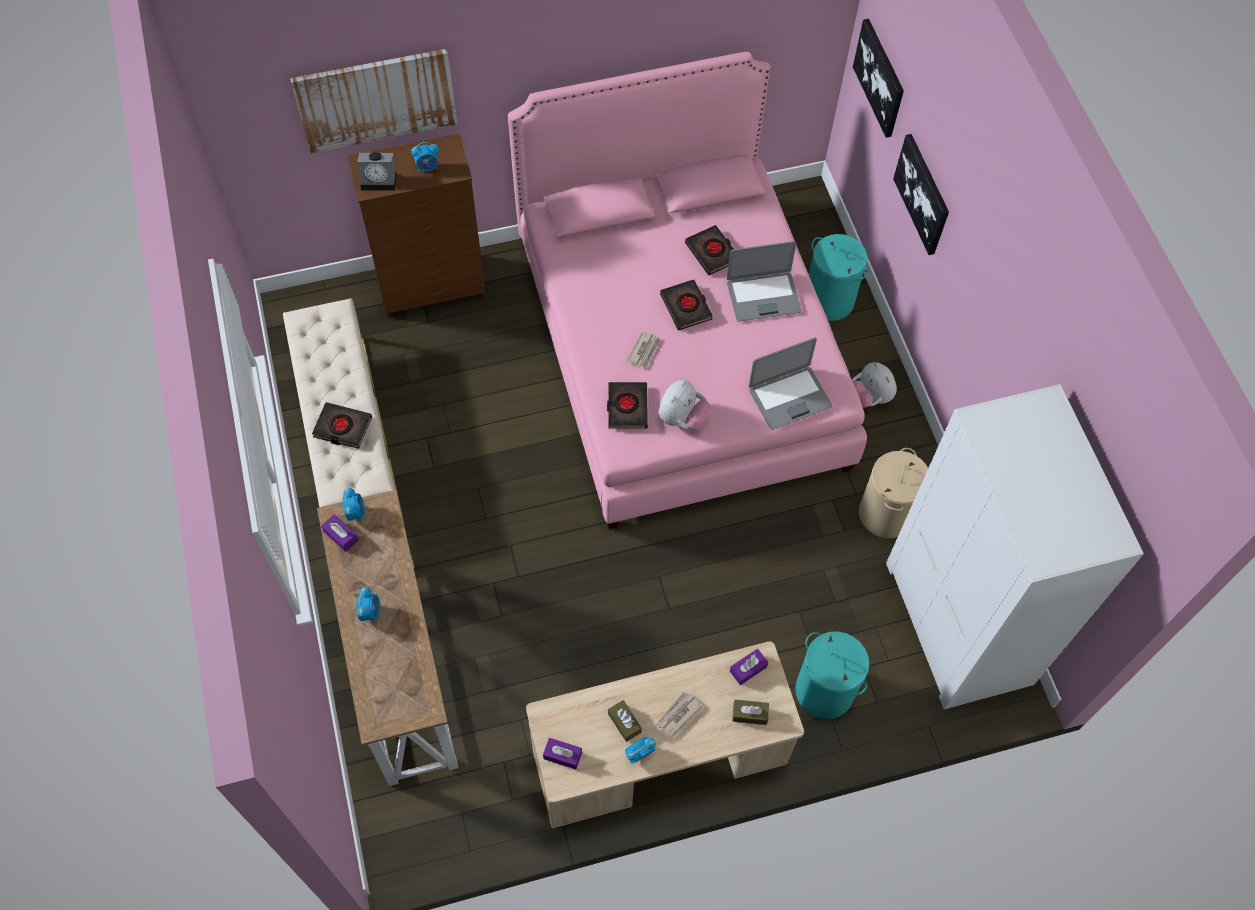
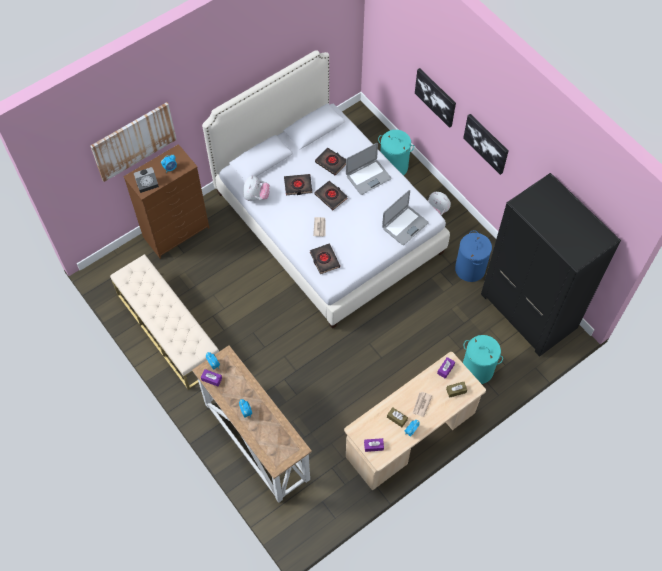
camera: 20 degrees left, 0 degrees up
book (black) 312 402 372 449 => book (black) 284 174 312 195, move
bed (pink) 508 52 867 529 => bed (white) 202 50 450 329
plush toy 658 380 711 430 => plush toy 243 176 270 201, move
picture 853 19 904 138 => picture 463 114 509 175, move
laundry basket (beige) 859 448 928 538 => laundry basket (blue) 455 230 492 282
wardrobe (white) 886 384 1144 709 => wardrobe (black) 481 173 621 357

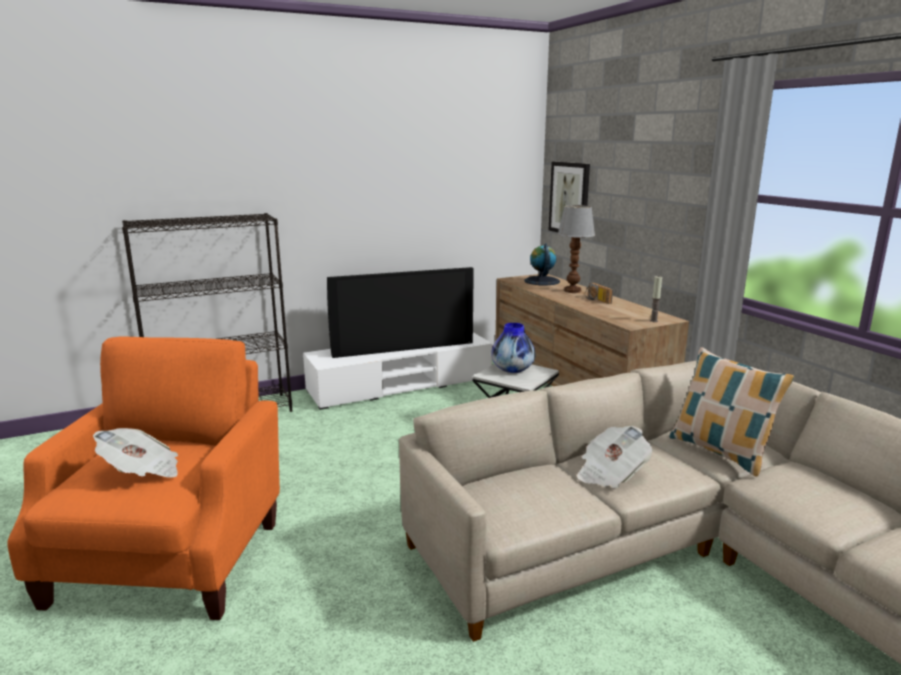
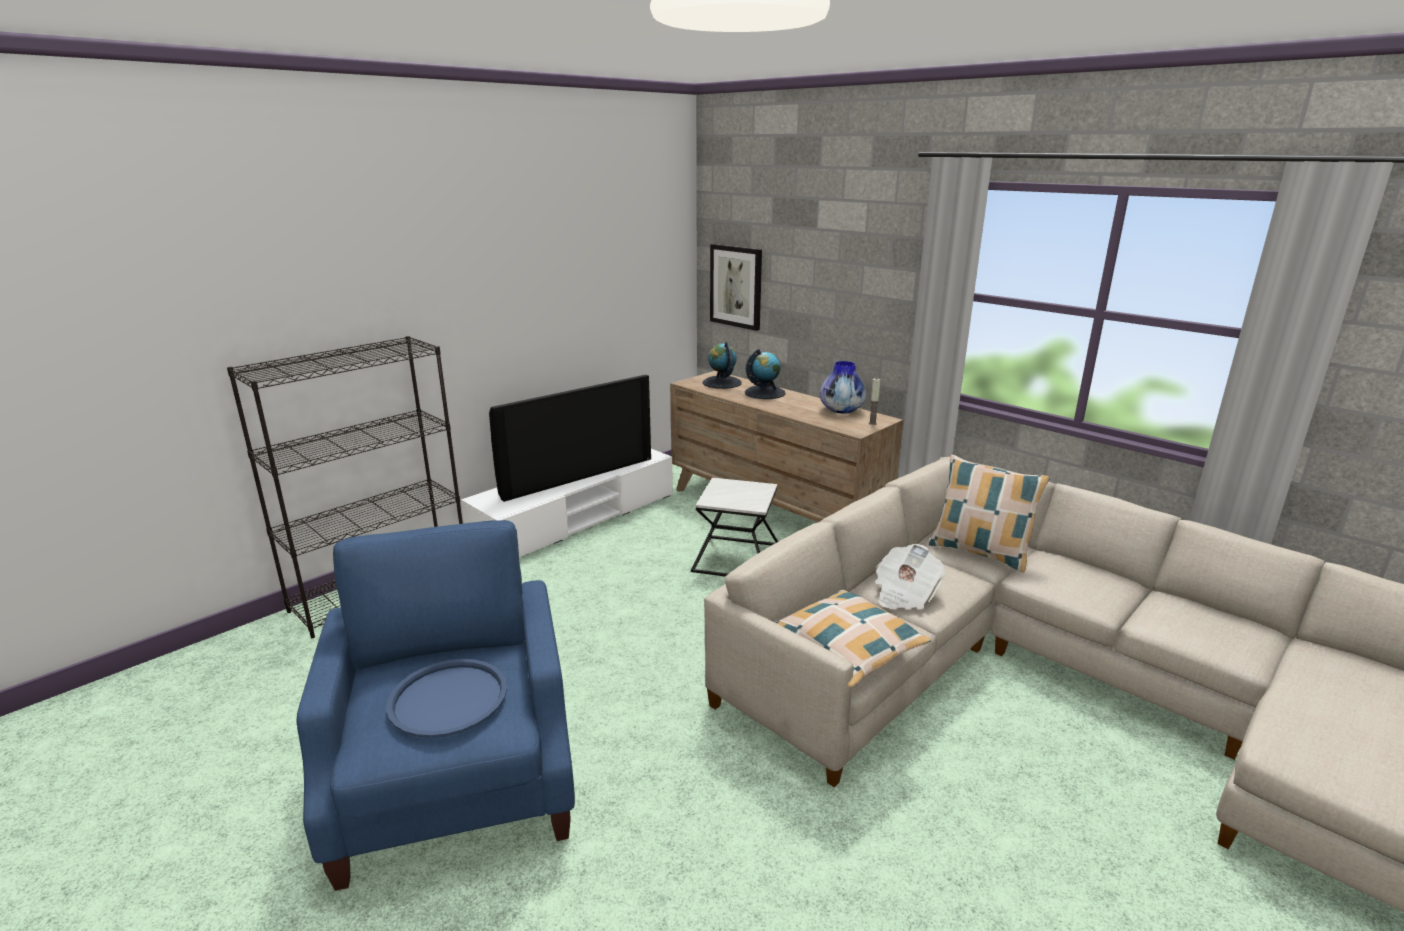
camera: 20 degrees left, 5 degrees up
armchair (orange) 8 337 280 620 => armchair (blue) 296 520 575 891
newspaper 93 428 178 478 => tray (blue) 386 659 507 738
vase 491 323 535 373 => vase 820 361 866 414, move
table lamp 557 205 595 293 => globe 745 349 785 399
radio 585 283 613 304 => nothing
nothing => pillow 775 590 931 687

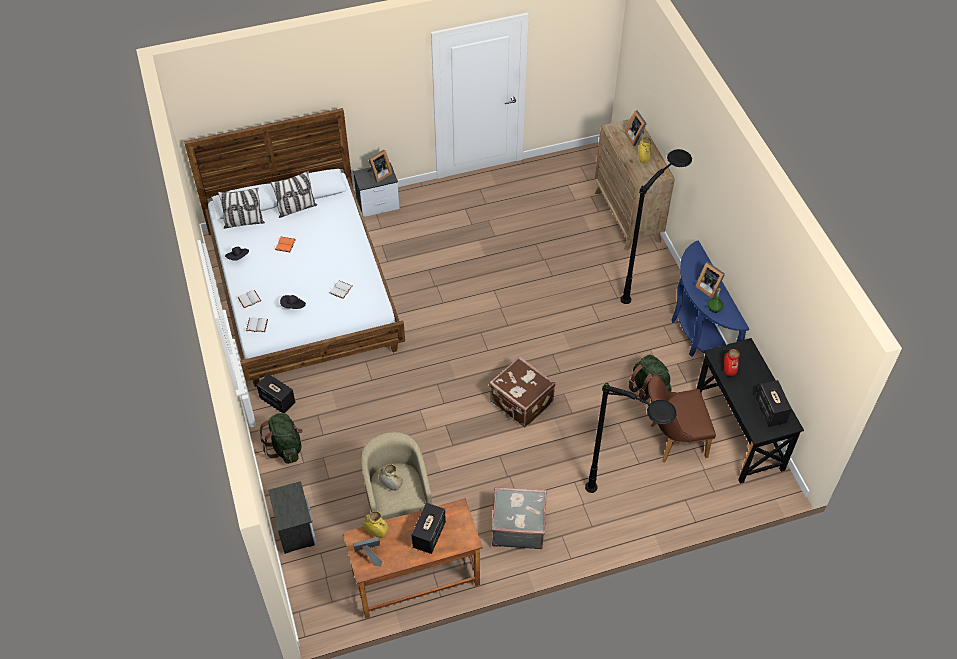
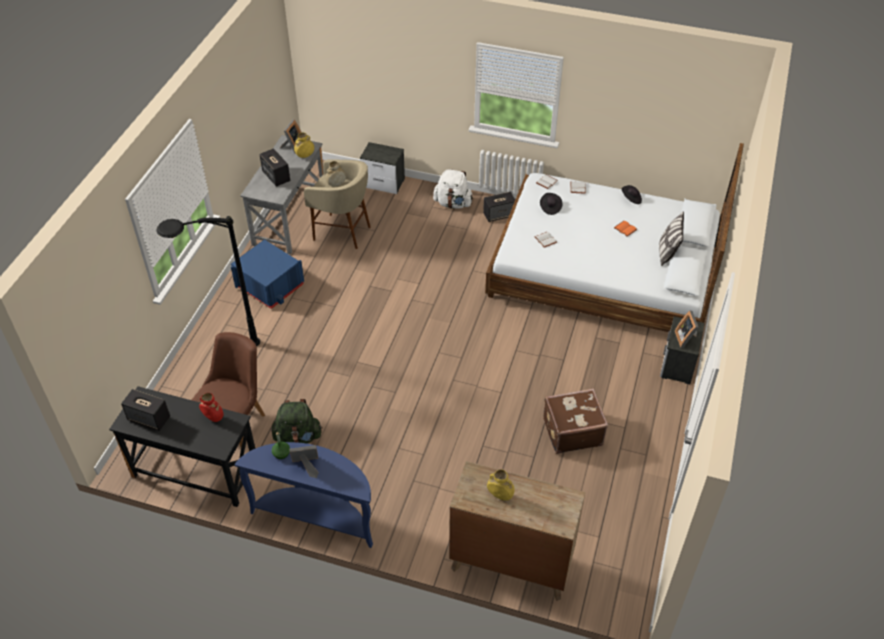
camera: 125 degrees right, 5 degrees down
pillow 218 188 265 229 => nothing
backpack (green) 259 413 303 464 => backpack (white) 433 169 473 209
desk (brown) 343 498 483 618 => desk (grey) 240 135 324 254
suitcase (brown) 489 356 555 427 => suitcase (brown) 543 388 608 454, move
suitcase (grey) 492 487 547 549 => storage box (blue) 231 239 304 309
floor lamp (black) 620 149 692 304 => nothing
picture frame 624 111 647 146 => nothing

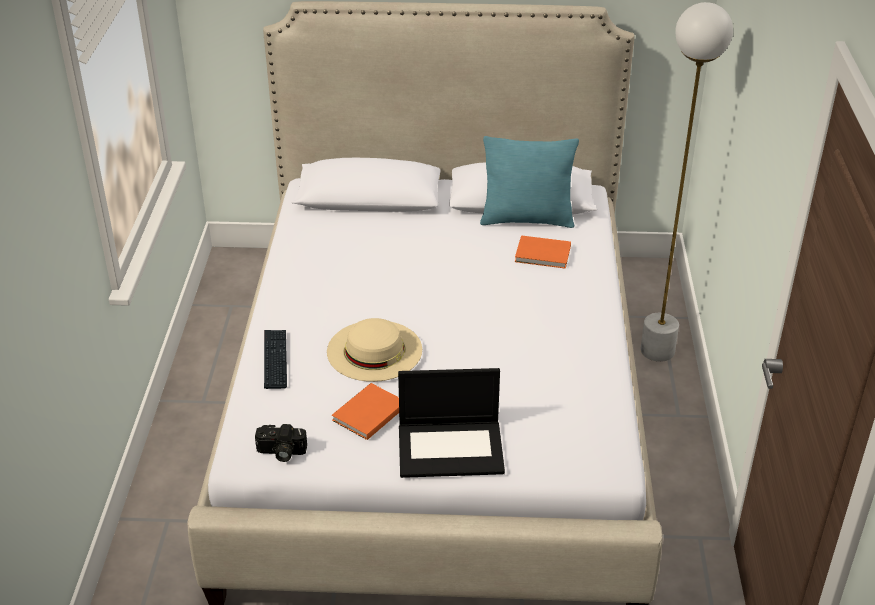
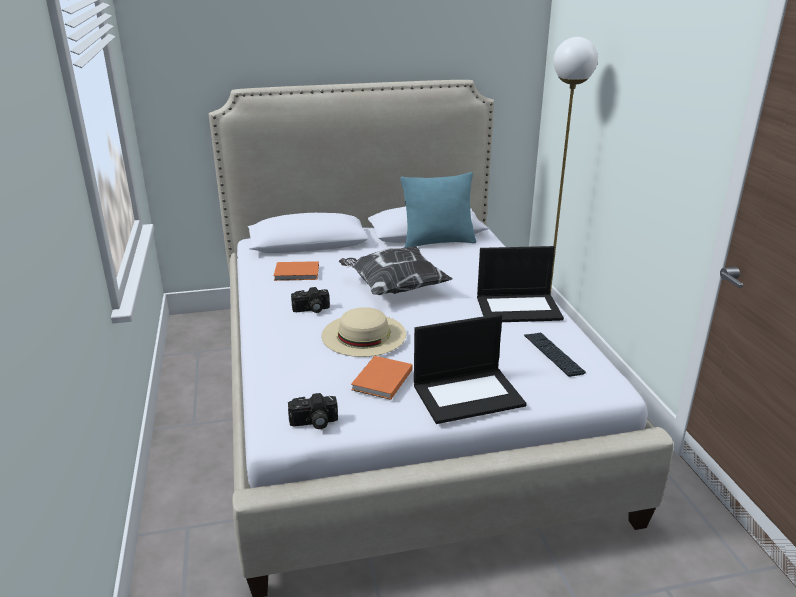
camera: 15 degrees left, 10 degrees down
keyboard 264 330 287 389 => keyboard 524 332 586 377, move
book (orange) 515 235 571 269 => book (orange) 274 261 319 281, move
nothing => photo camera 291 287 330 313
nothing => pillow 339 247 453 295
nothing => laptop 477 246 564 322

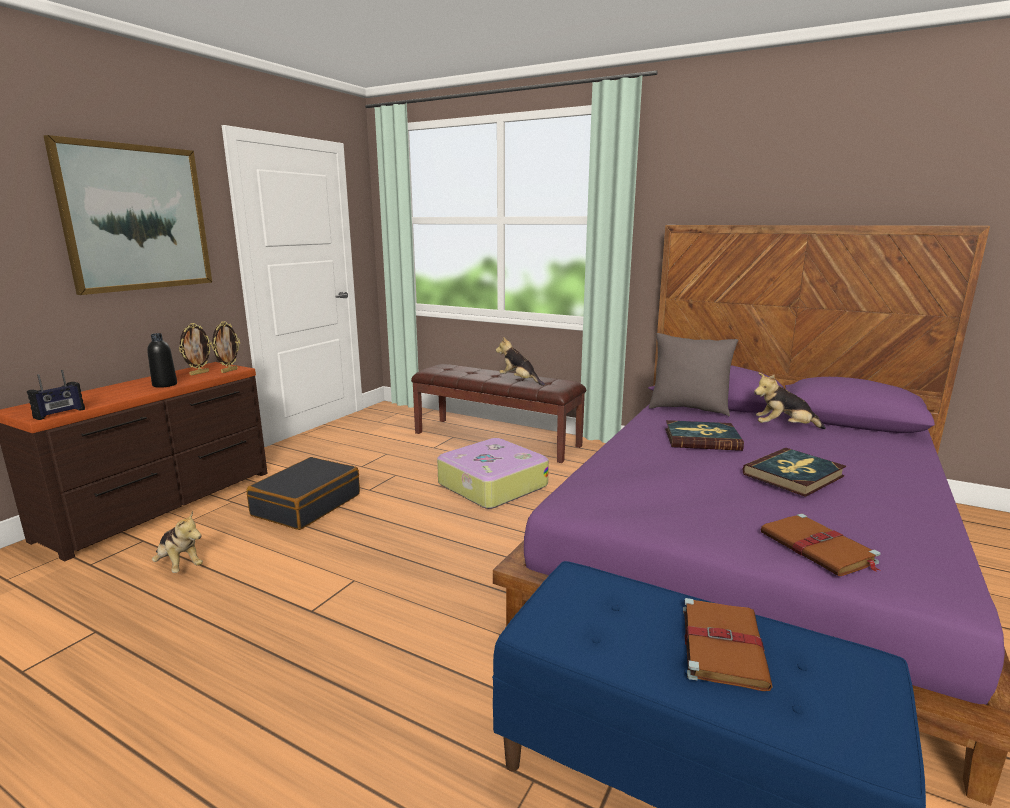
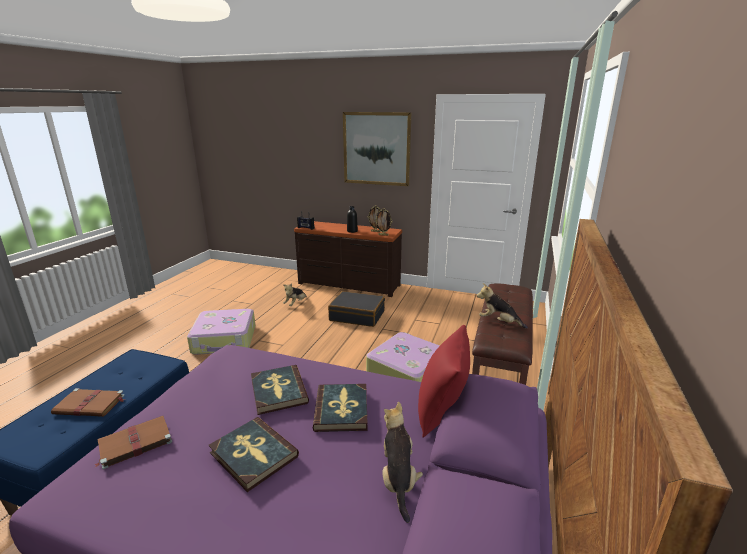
camera: 80 degrees right, 5 degrees up
plush toy 496 337 545 386 => plush toy 476 283 528 329, 90 degrees counterclockwise
pillow (grey) 649 333 738 416 => pillow (red) 418 325 470 438
nothing => suitcase 187 309 255 355
nothing => book 251 365 309 415

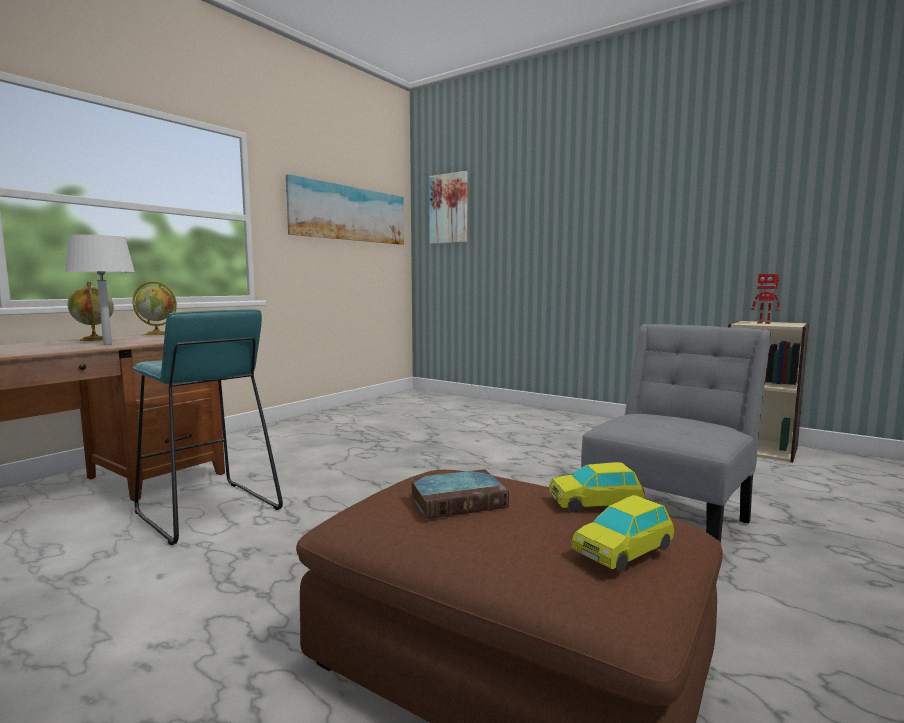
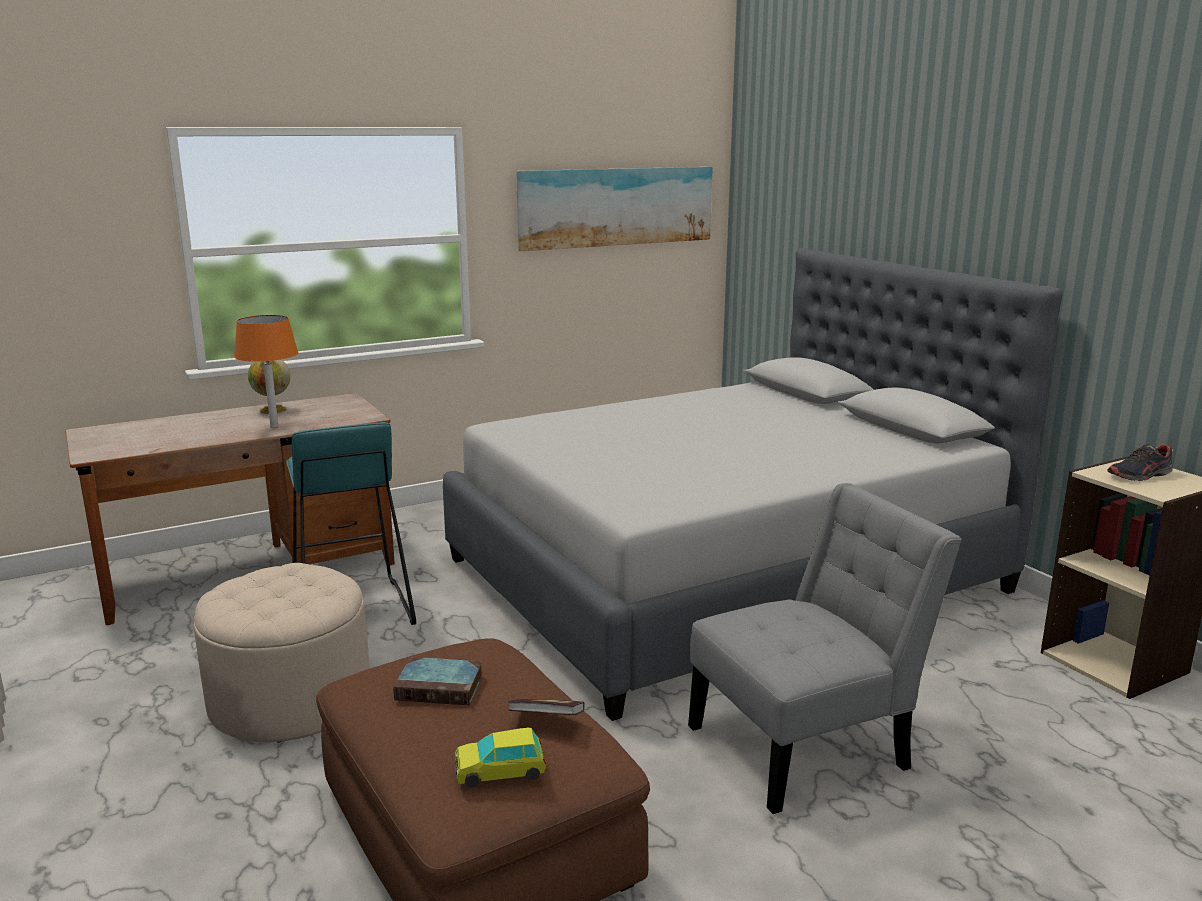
camera: 25 degrees right, 10 degrees up
table lamp (white) 65 235 135 345 => table lamp (orange) 234 315 298 428
globe 133 281 177 335 => nothing
picture 429 171 468 244 => nothing
toy car 549 462 645 513 => book 508 699 585 715
toy robot 751 274 780 324 => shoe 1107 444 1173 481
nothing => ottoman (beige) 194 563 370 743
nothing => bed (grey) 443 248 1062 721

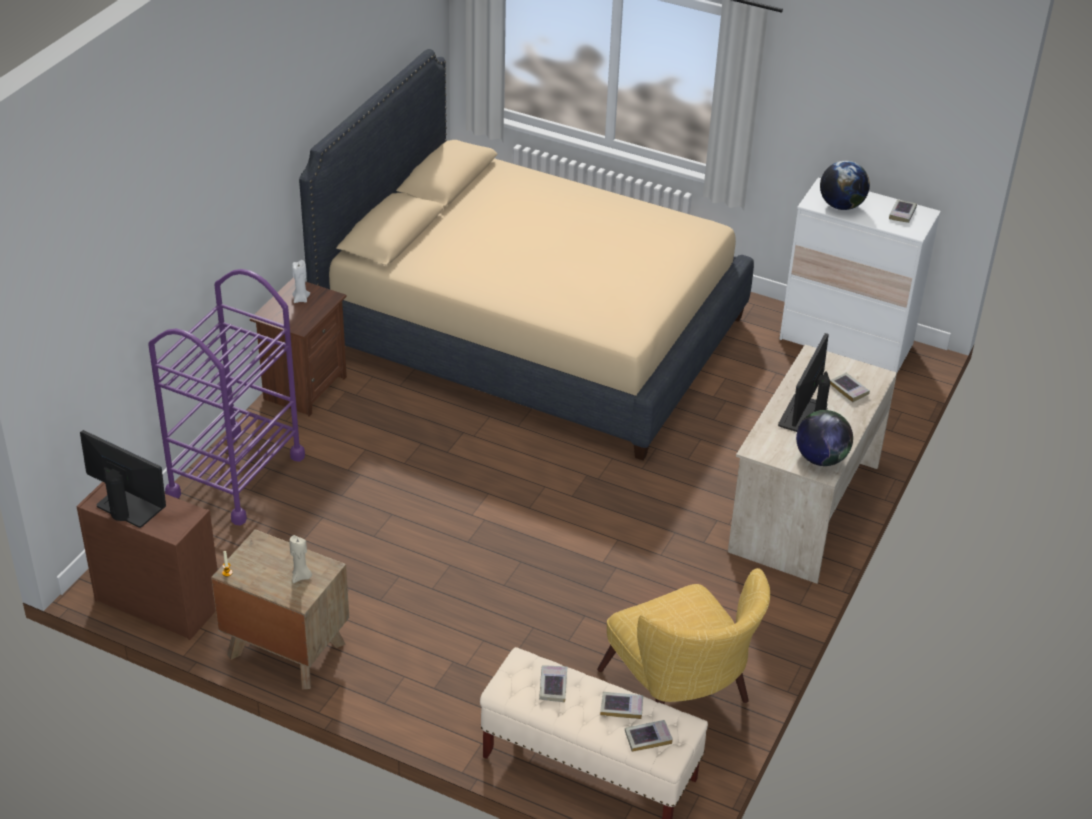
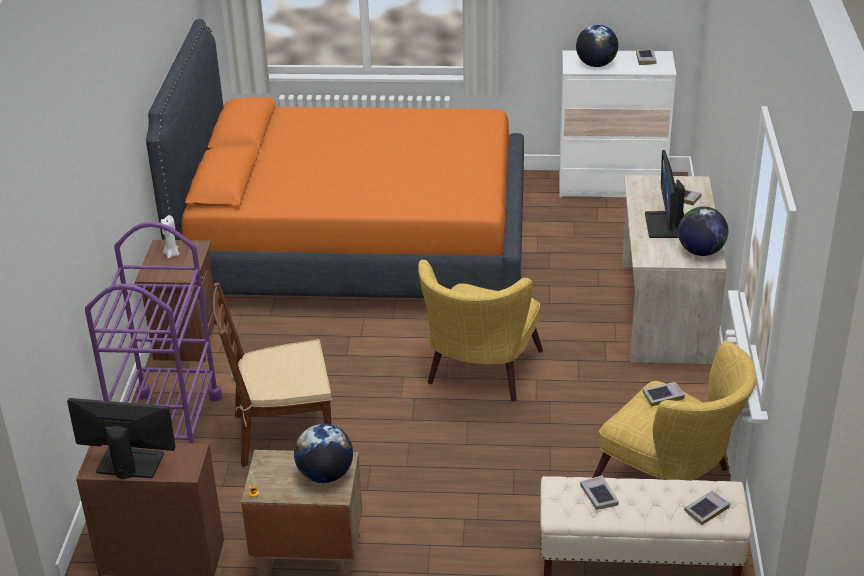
camera: 20 degrees left, 5 degrees down
candle (beige) 289 535 312 583 => globe 294 424 353 483
bed (beige) 299 49 754 461 => bed (orange) 146 19 524 298
book 600 692 643 719 => book 643 382 685 407, move
nothing => chair (brown) 213 283 332 467
nothing => armchair (yellow) 418 260 543 401

